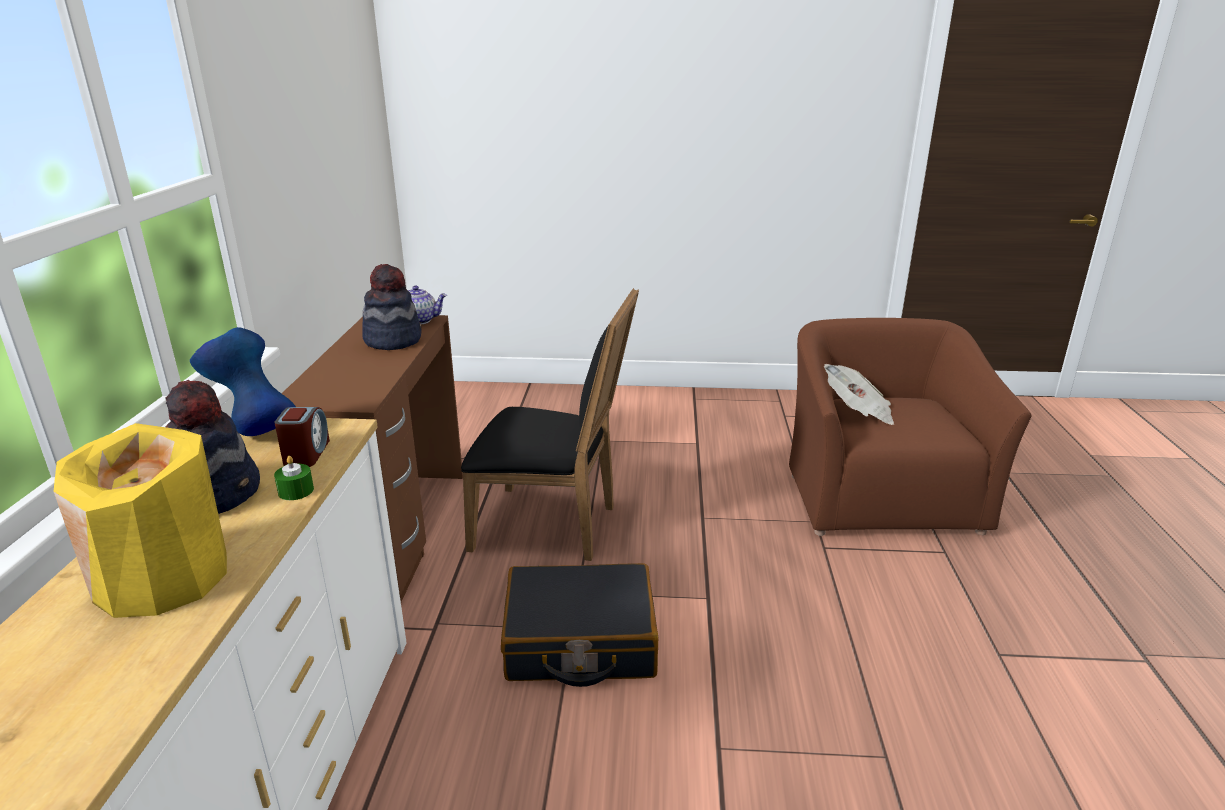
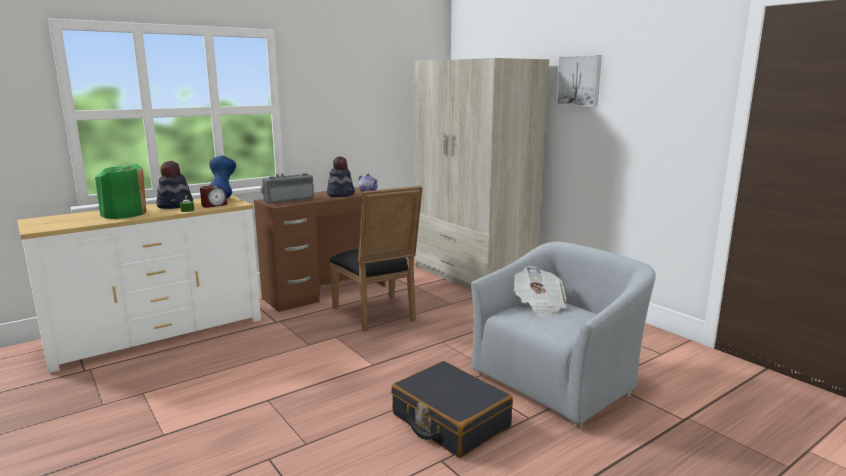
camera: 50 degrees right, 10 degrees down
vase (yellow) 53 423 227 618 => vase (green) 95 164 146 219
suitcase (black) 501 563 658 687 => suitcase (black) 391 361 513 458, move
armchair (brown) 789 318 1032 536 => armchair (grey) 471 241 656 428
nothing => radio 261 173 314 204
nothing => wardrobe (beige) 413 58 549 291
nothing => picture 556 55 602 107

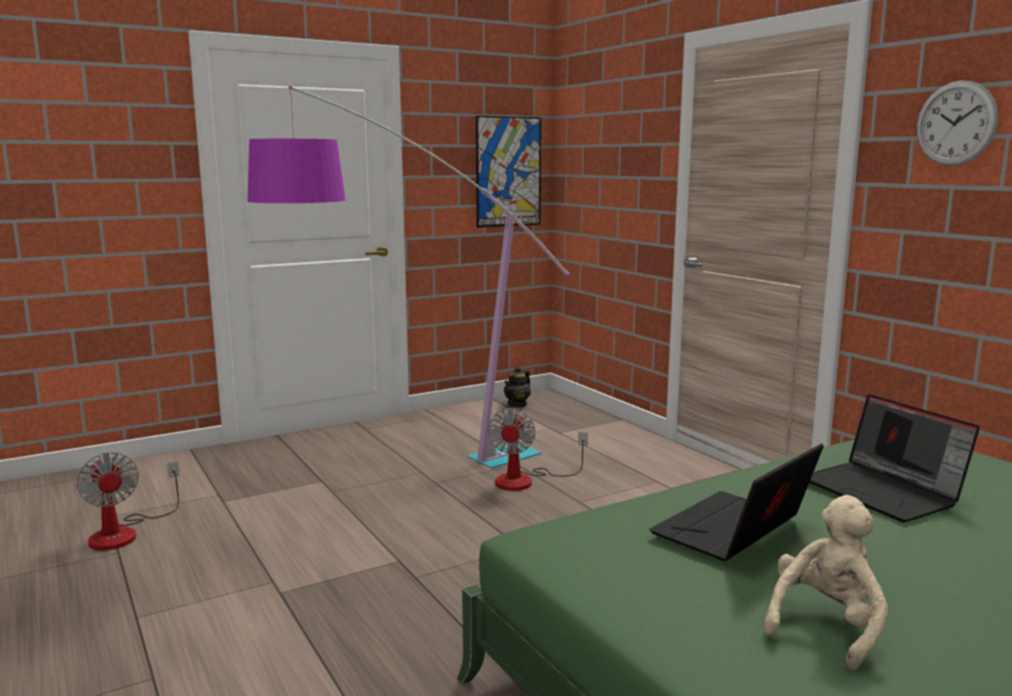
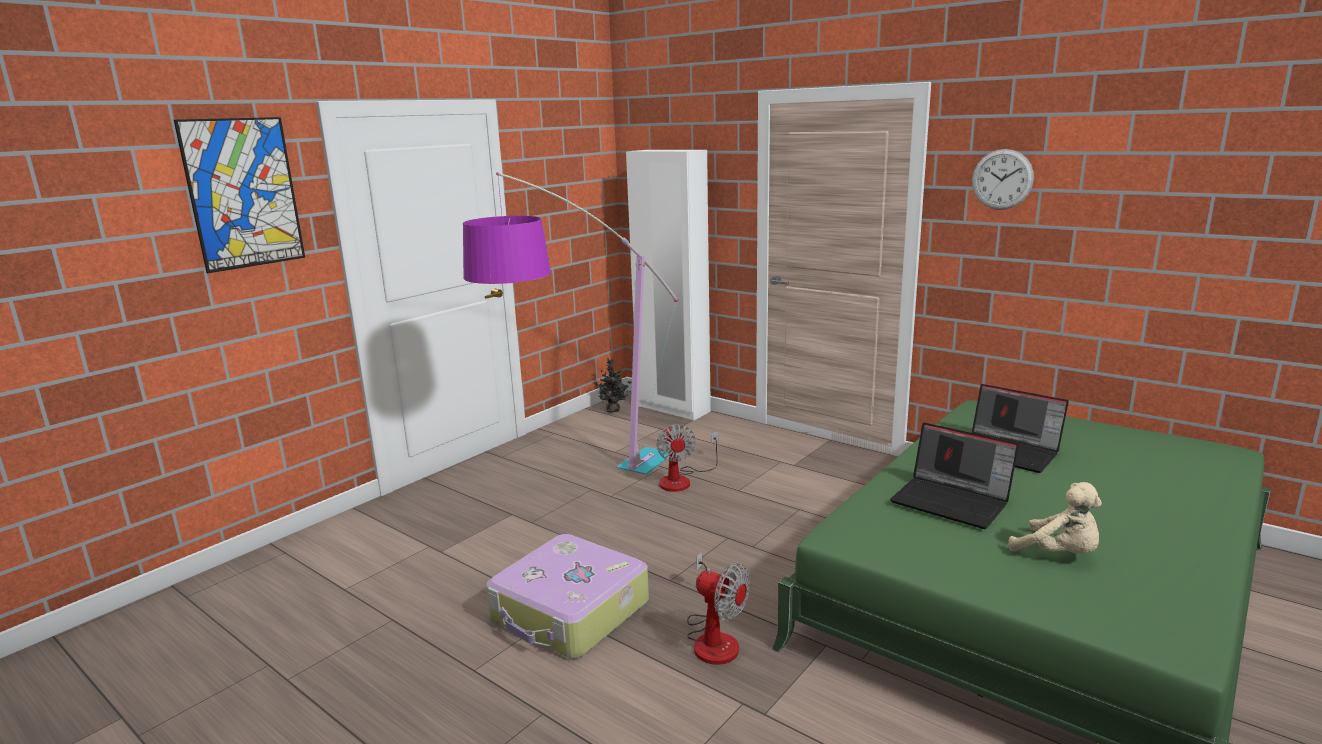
camera: 20 degrees left, 5 degrees up
fan 76 452 179 550 => fan 687 552 750 665, move
picture 476 116 541 228 => picture 174 117 305 273, move
teapot 504 366 531 407 => potted plant 594 358 632 412
laptop 649 443 824 561 => laptop 890 423 1019 529, 75 degrees counterclockwise
plush toy (beige) 763 495 888 670 => plush toy (beige) 1008 482 1102 553, 120 degrees clockwise
nothing => suitcase 486 534 649 658
nothing => wardrobe (white) 626 150 711 421

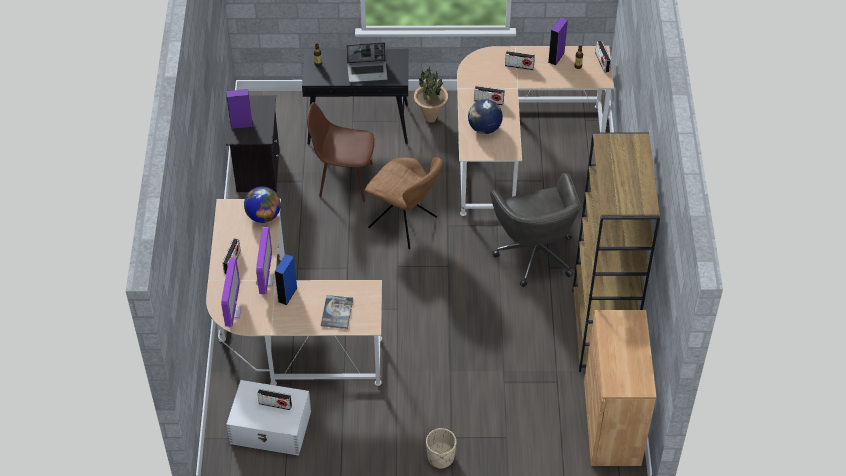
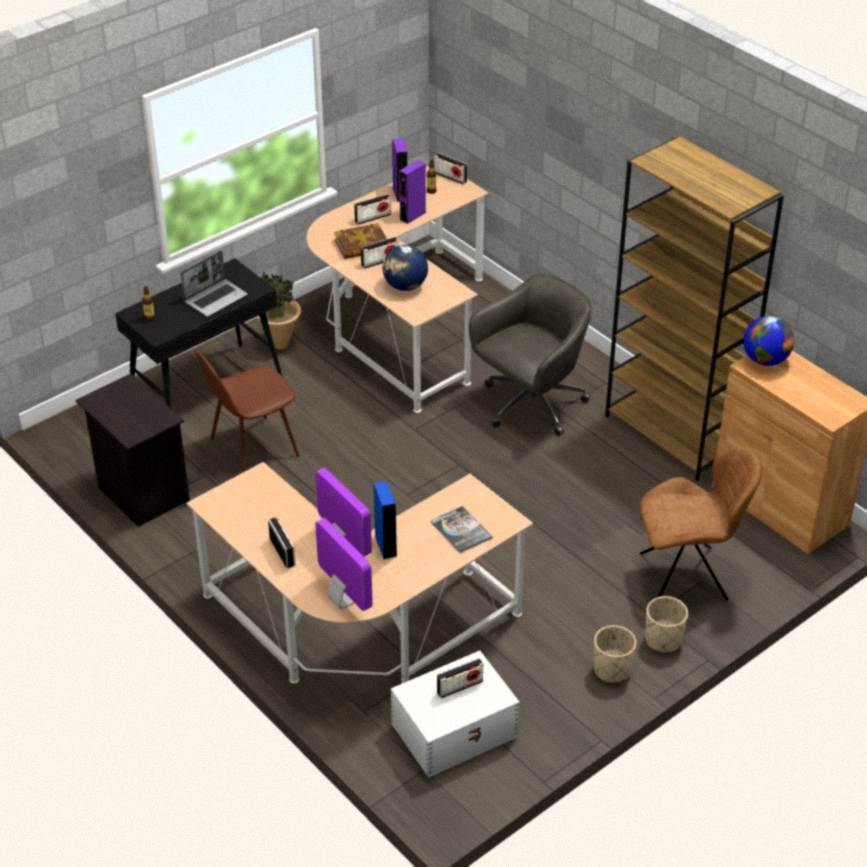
camera: 40 degrees left, 10 degrees down
speaker (purple) 226 89 253 129 => speaker (purple) 399 160 426 224, move
globe 244 186 281 223 => globe 743 316 794 366, move
chair (brown) 365 157 443 249 => chair (brown) 640 447 762 600, move
office chair (grey) 490 173 581 287 => office chair (grey) 469 274 592 436, 75 degrees counterclockwise
nothing => book 334 223 387 259
nothing => planter (beige) 594 625 637 683

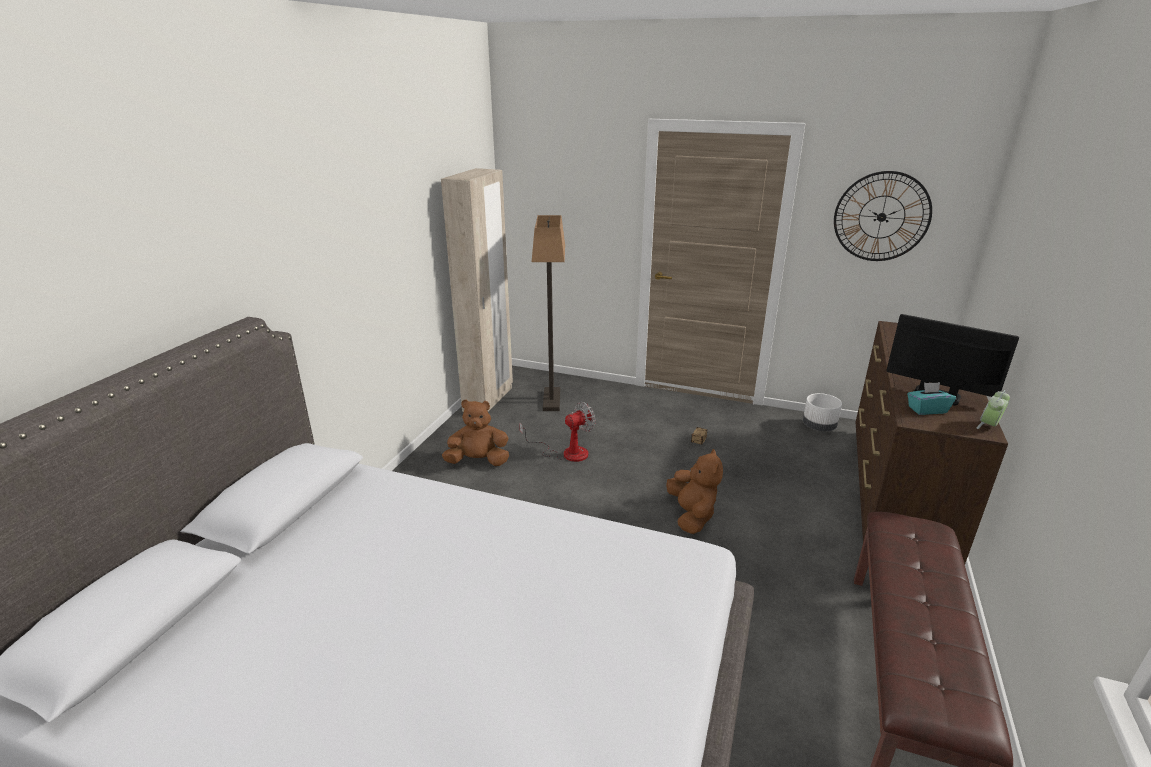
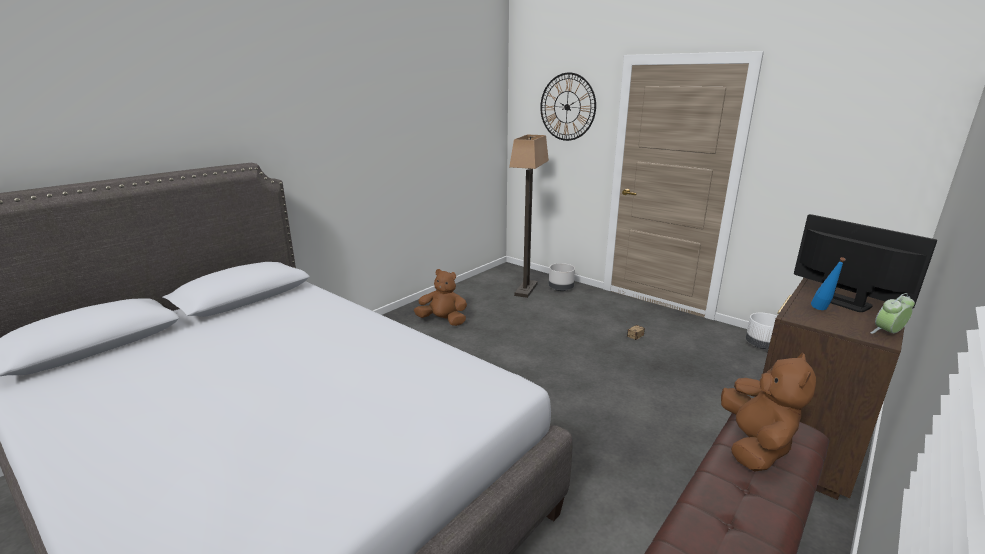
camera: 20 degrees right, 5 degrees down
wardrobe (beige) 441 168 513 412 => nothing
fan 519 401 595 462 => nothing
plush toy (brown) 666 449 723 534 => plush toy (brown) 721 353 816 472, move
wall clock 834 171 932 261 => wall clock 540 73 596 141, move
tissue box (turquoise) 907 382 956 415 => bottle (blue) 811 257 846 310
nothing => planter (grey) 549 263 575 291

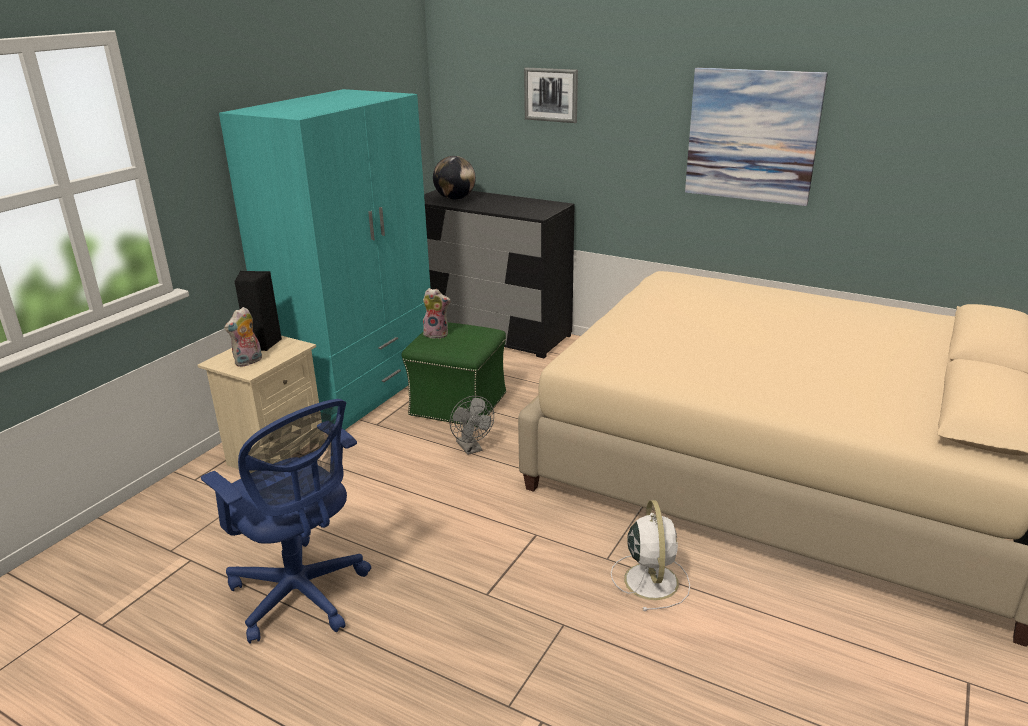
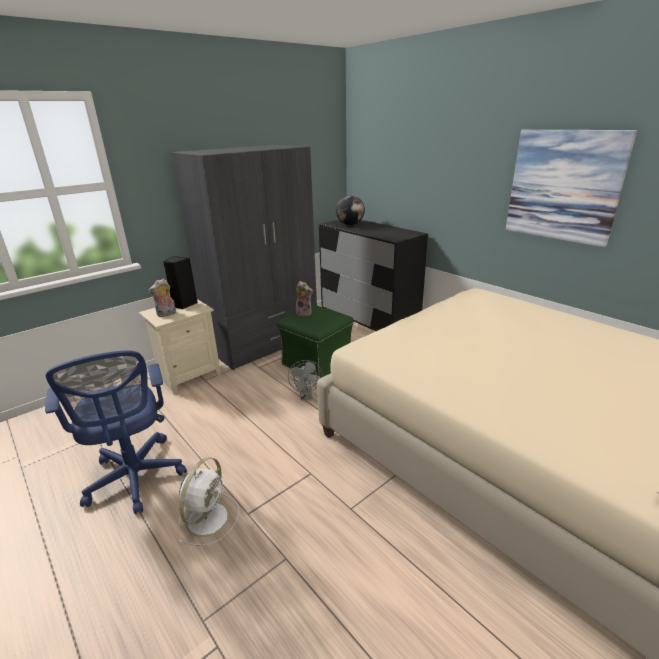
camera: 20 degrees right, 0 degrees up
wardrobe (turquoise) 219 89 430 430 => wardrobe (grey) 171 145 317 370
picture 524 68 578 123 => nothing
fan (white) 611 500 690 611 => fan (white) 177 457 240 546, move

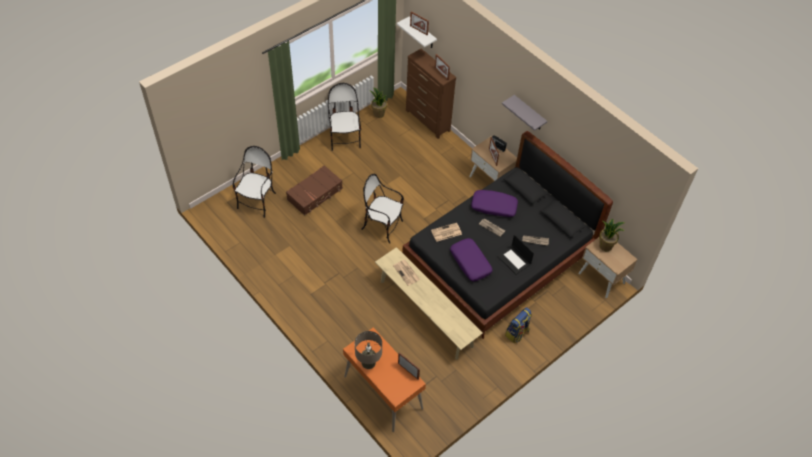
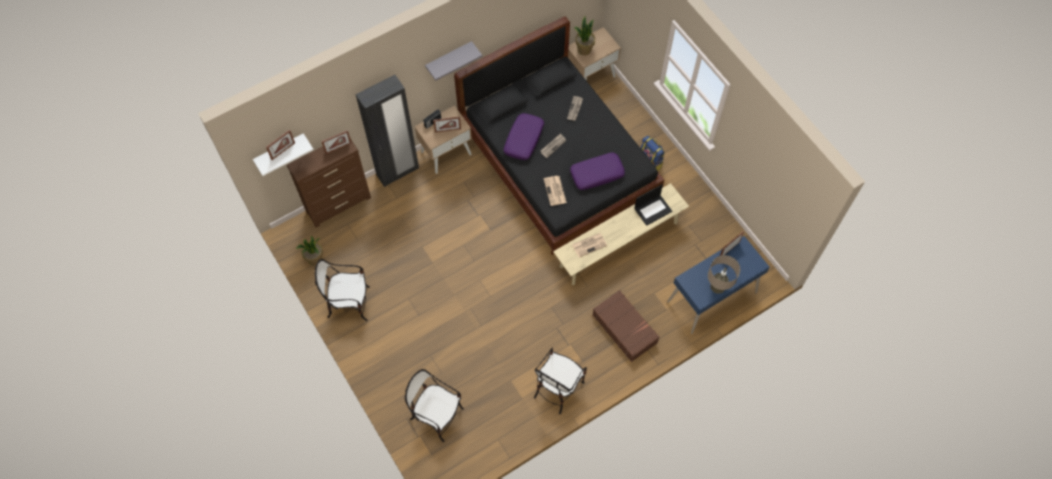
camera: 80 degrees left, 10 degrees up
suitcase (brown) 286 165 343 216 => suitcase (brown) 592 290 660 362, move
desk (orange) 343 328 426 432 => desk (blue) 667 236 770 334
chair 362 174 404 243 => chair 534 347 587 414, move
laptop 497 235 534 275 => laptop 635 185 672 226, move
nothing => wardrobe (black) 356 75 419 187

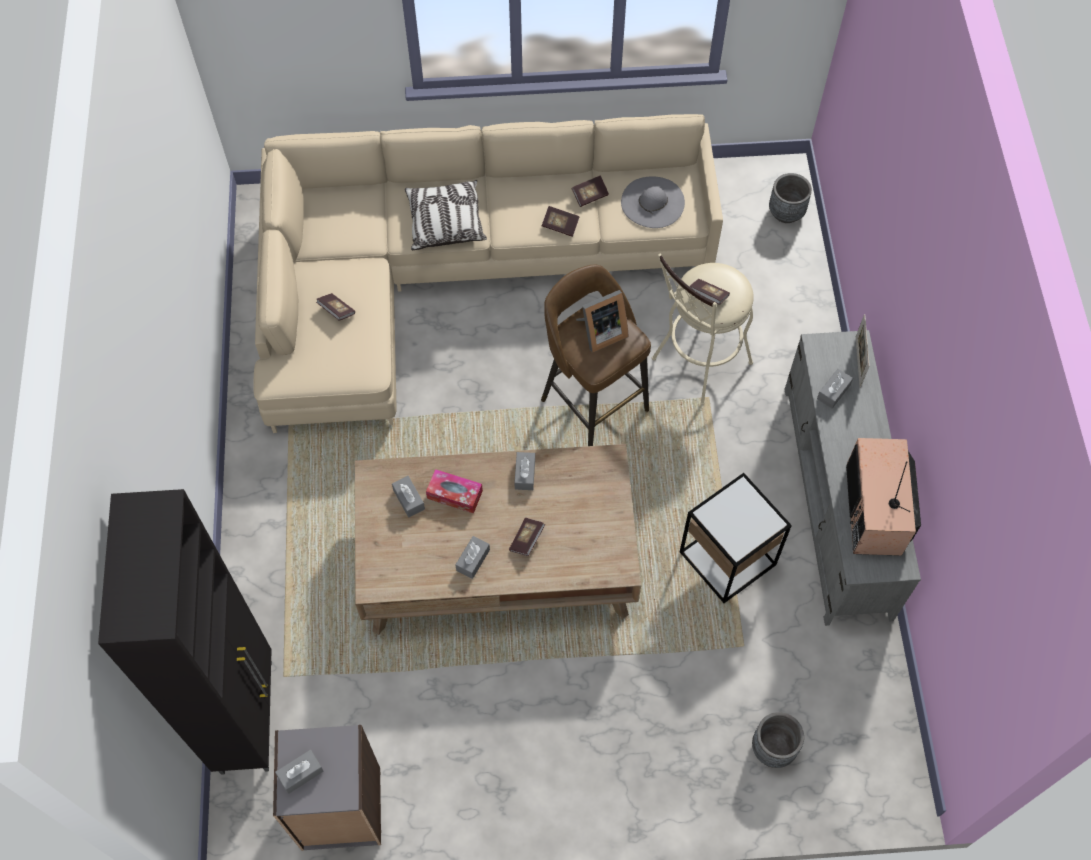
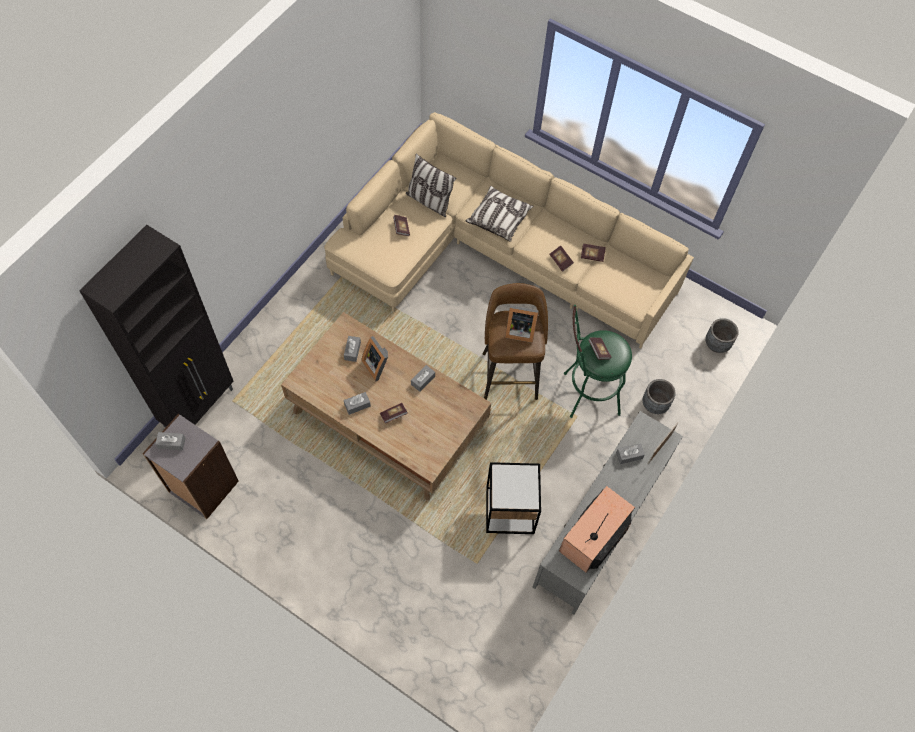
camera: 35 degrees right, 0 degrees up
tissue box 426 469 483 513 => picture frame 361 336 388 382
hat (grey) 621 176 685 228 => nothing
stool (beige) 652 254 754 405 => stool (green) 564 305 632 418
planter (grey) 752 712 804 768 => planter (grey) 643 379 676 414, move
nothing => pillow 406 153 456 217

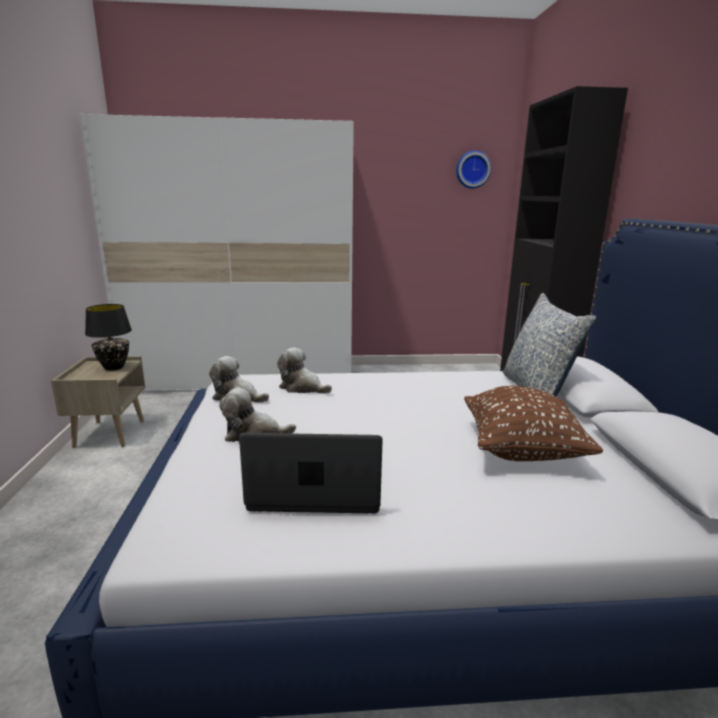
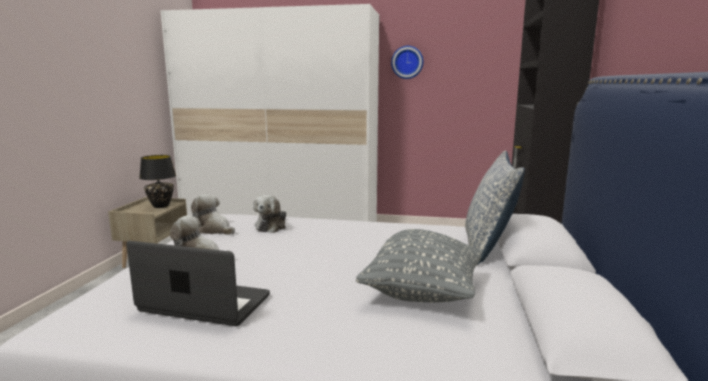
camera: 15 degrees right, 5 degrees down
plush toy 277 347 332 394 => plush toy 253 195 286 233, 120 degrees counterclockwise
wall clock 456 151 491 189 => wall clock 391 46 424 79, move
pillow (brown) 464 386 603 461 => pillow (grey) 356 229 483 303

